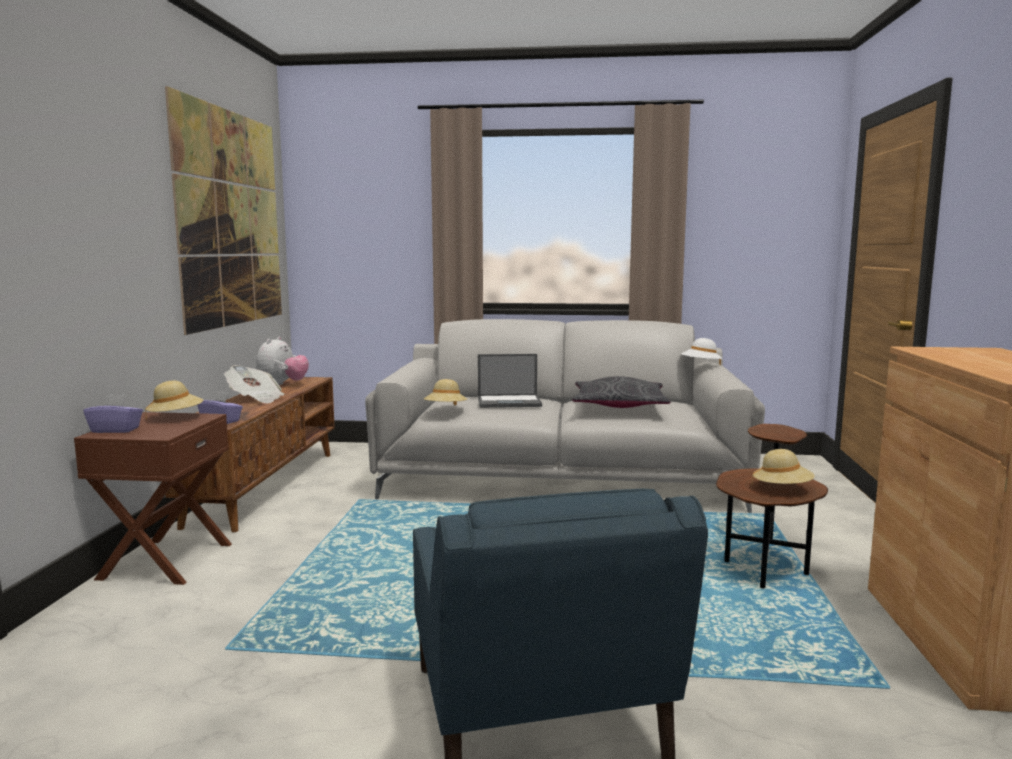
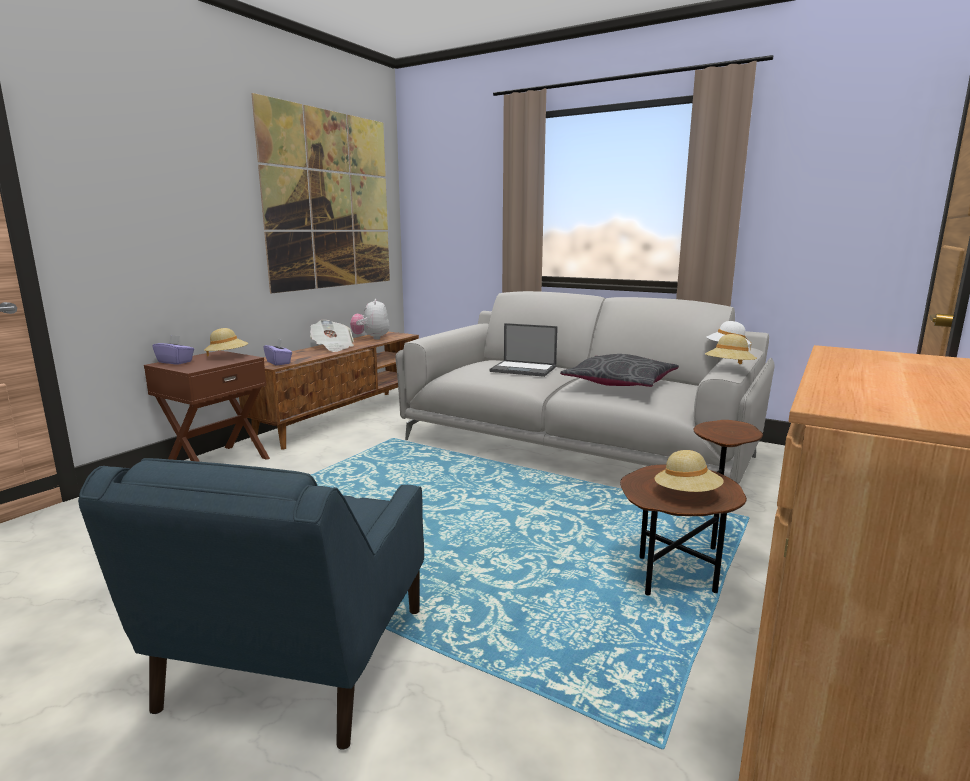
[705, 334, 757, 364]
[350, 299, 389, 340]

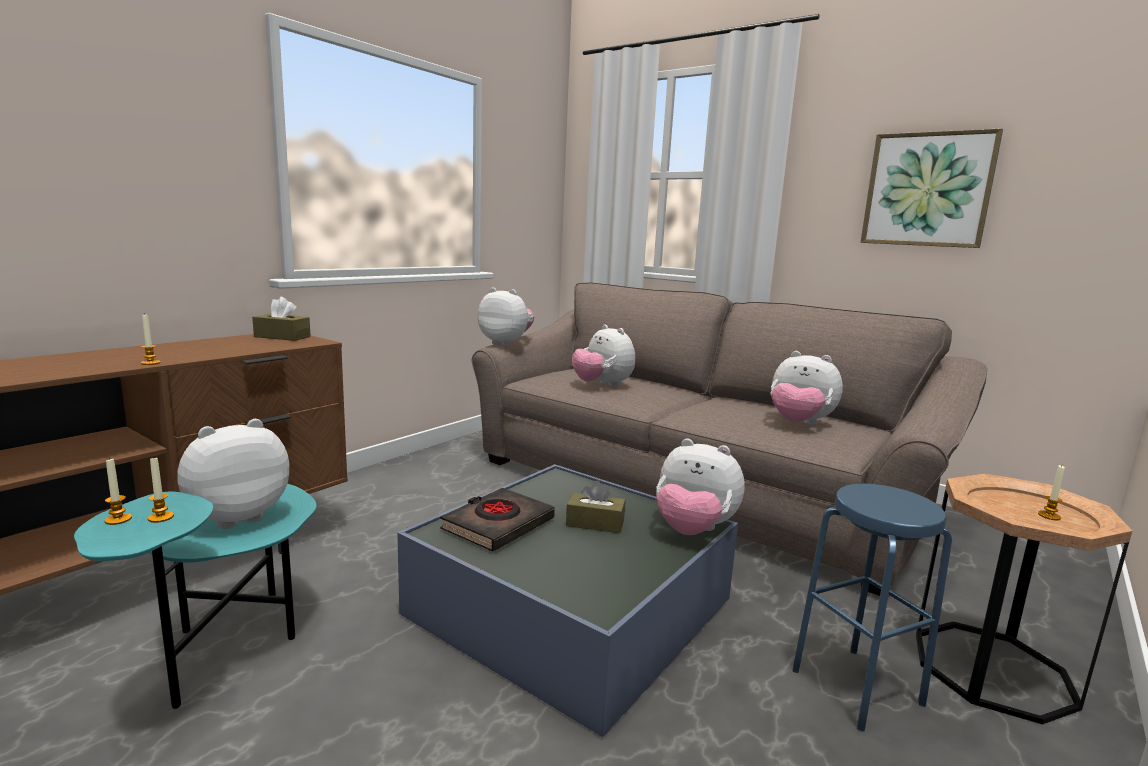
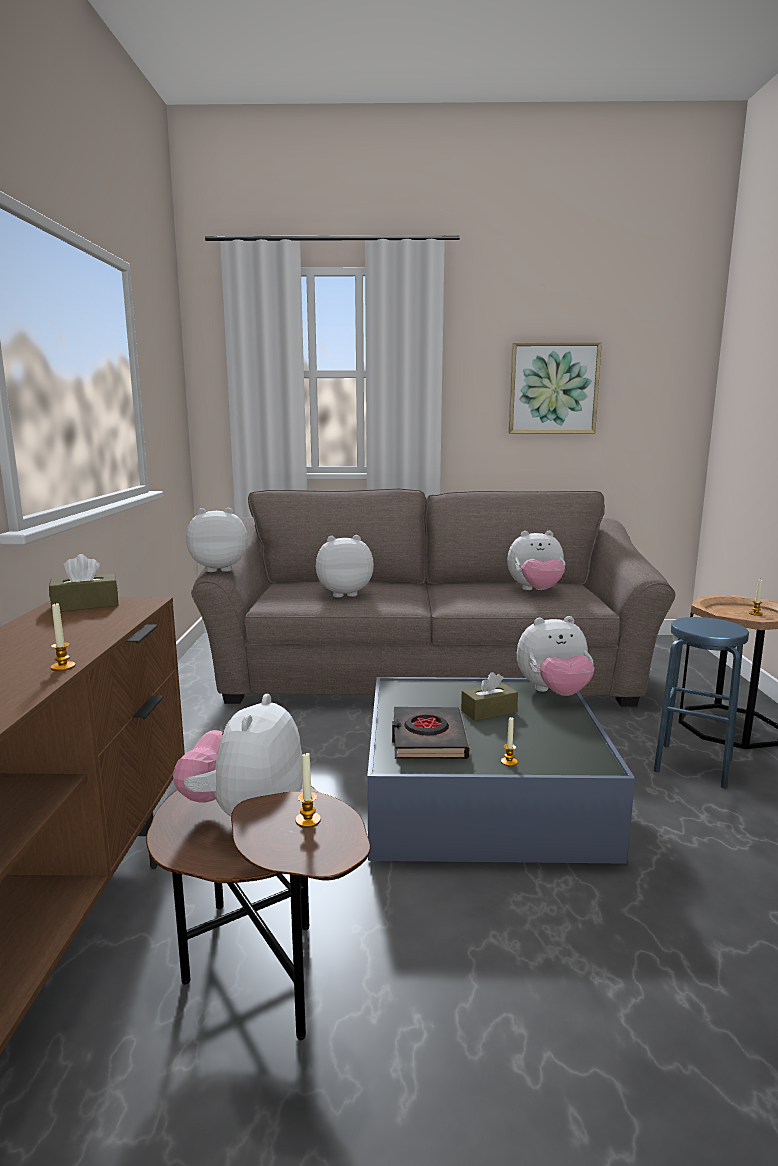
[501, 717, 518, 766]
[146, 783, 371, 1041]
[316, 535, 374, 597]

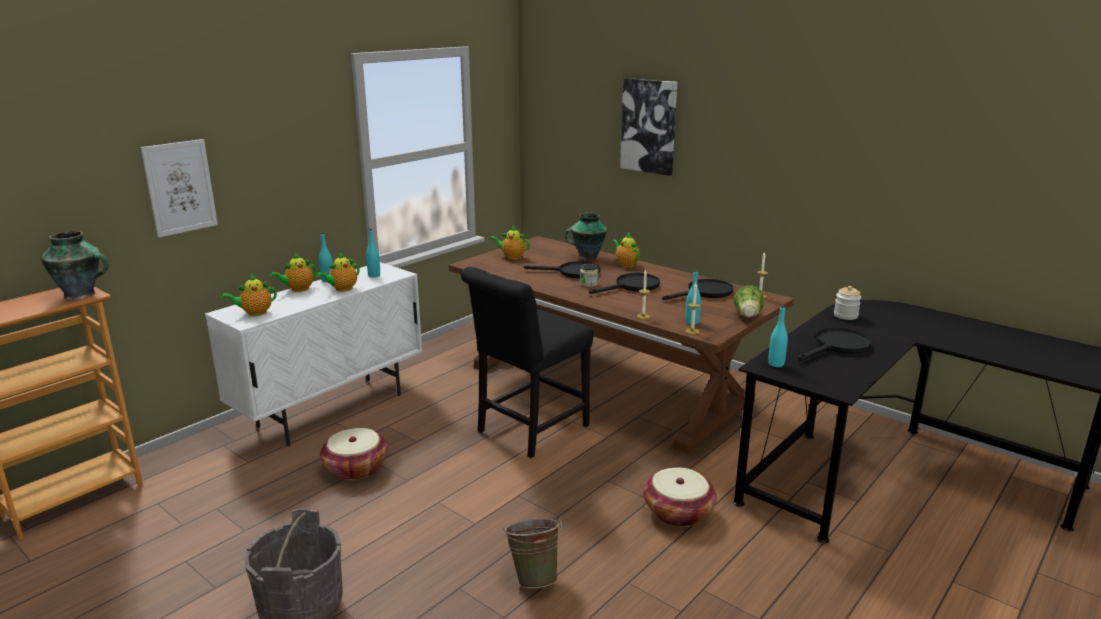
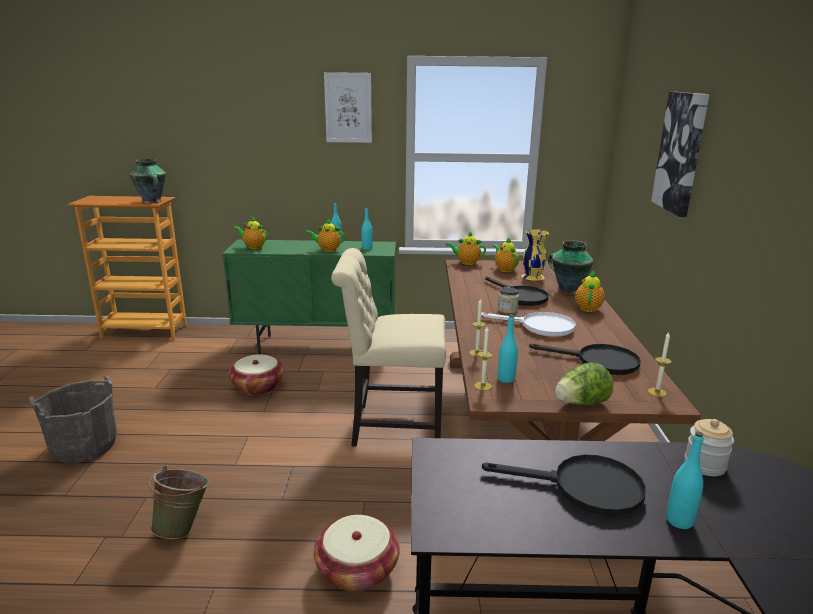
[522, 229, 549, 281]
[324, 72, 372, 143]
[446, 232, 486, 265]
[667, 432, 704, 529]
[222, 239, 396, 354]
[331, 248, 446, 447]
[481, 312, 576, 337]

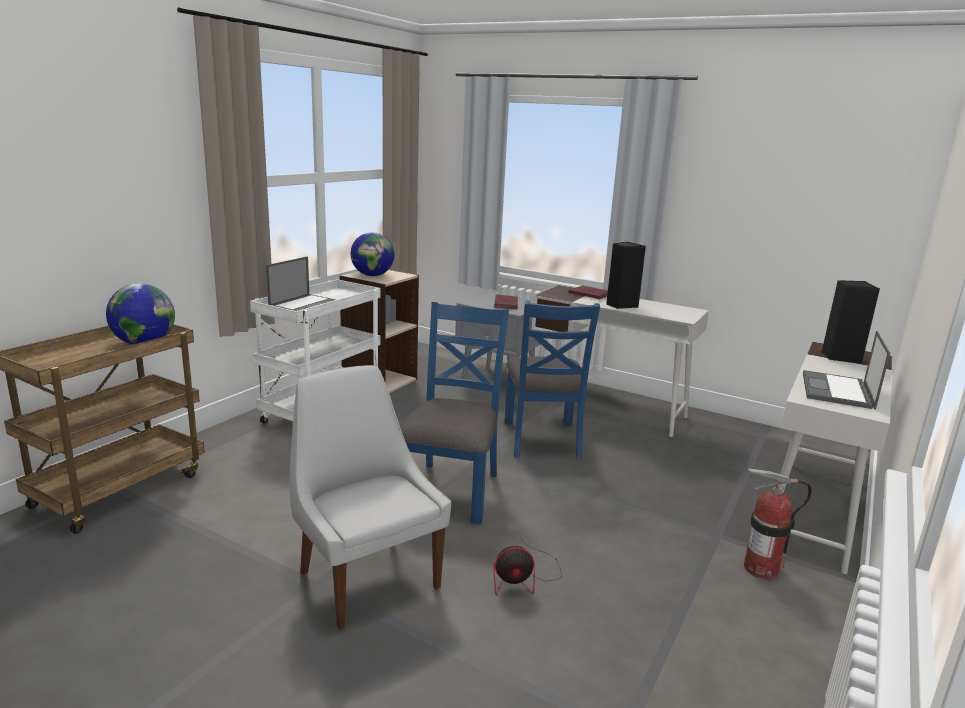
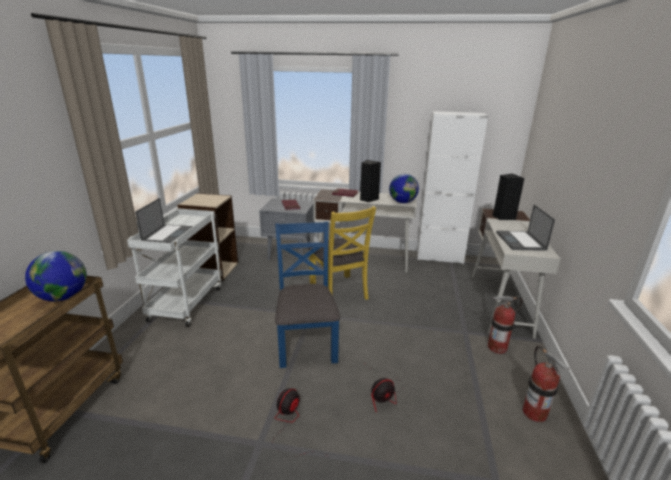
[417, 111, 488, 264]
[523, 345, 569, 422]
[389, 174, 419, 203]
[272, 388, 328, 457]
[308, 206, 376, 300]

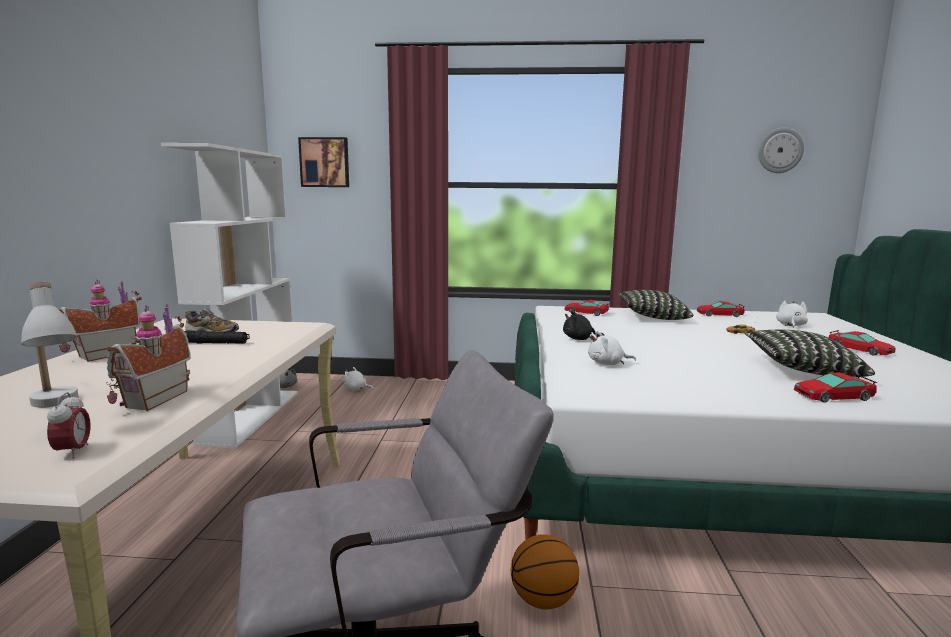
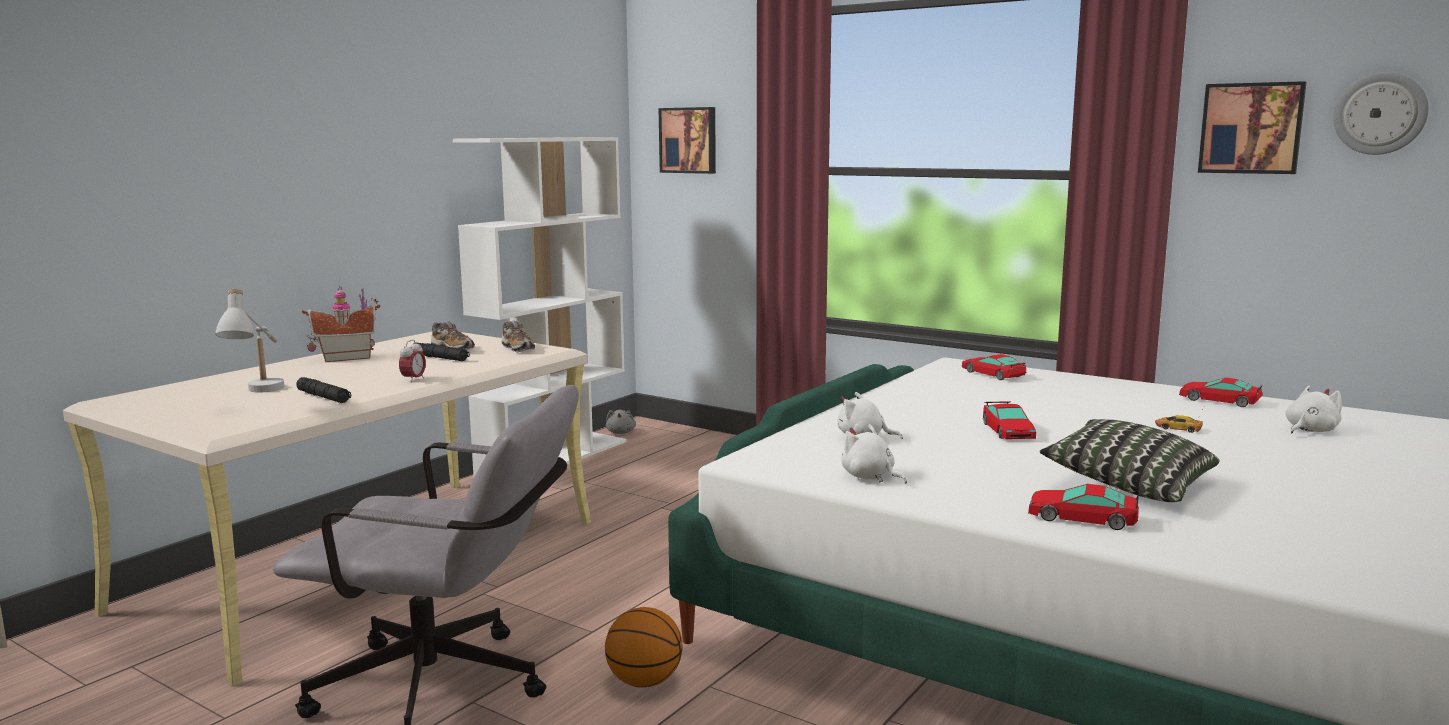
[563, 311, 604, 340] (first image)
[618, 290, 693, 320] (first image)
[502, 321, 535, 353]
[1198, 81, 1307, 174]
[399, 340, 426, 383]
[841, 424, 907, 484]
[983, 401, 1036, 439]
[296, 377, 351, 403]

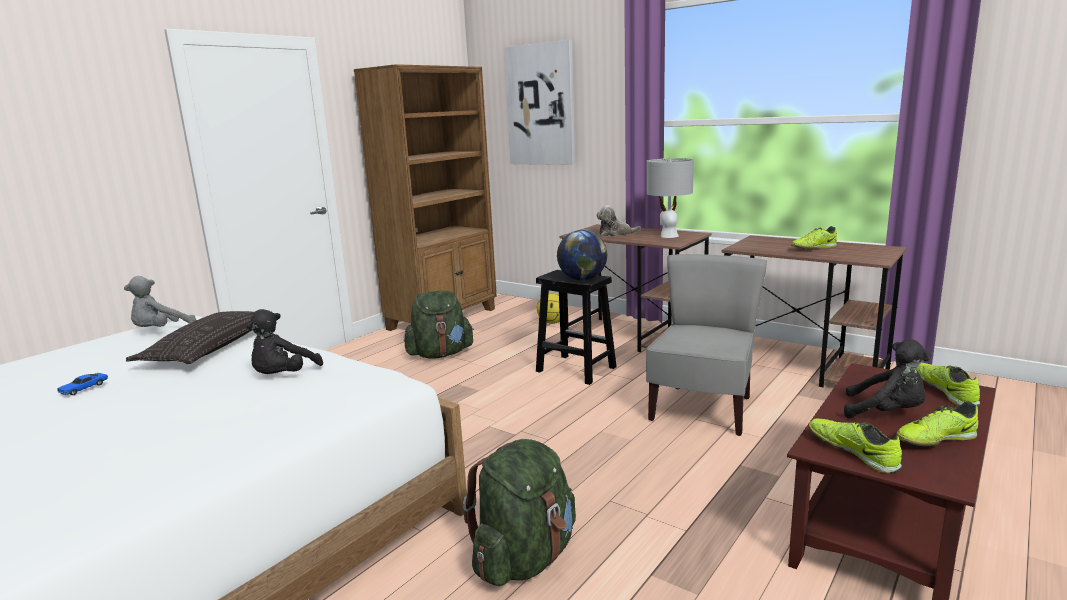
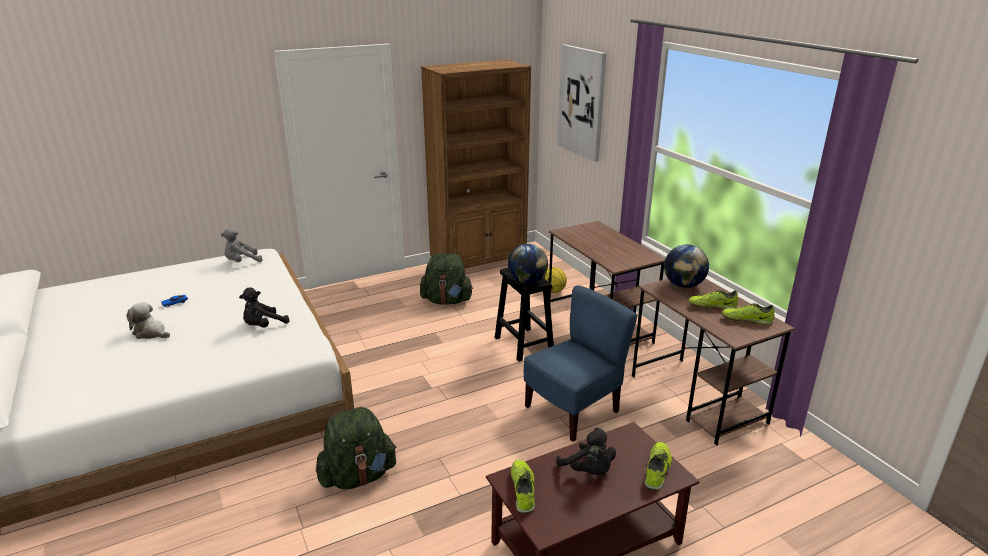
[126, 311, 254, 364] (first image)
[646, 158, 694, 238] (first image)
[664, 244, 709, 288]
[127, 302, 170, 339]
[721, 303, 775, 325]
[524, 285, 638, 442]

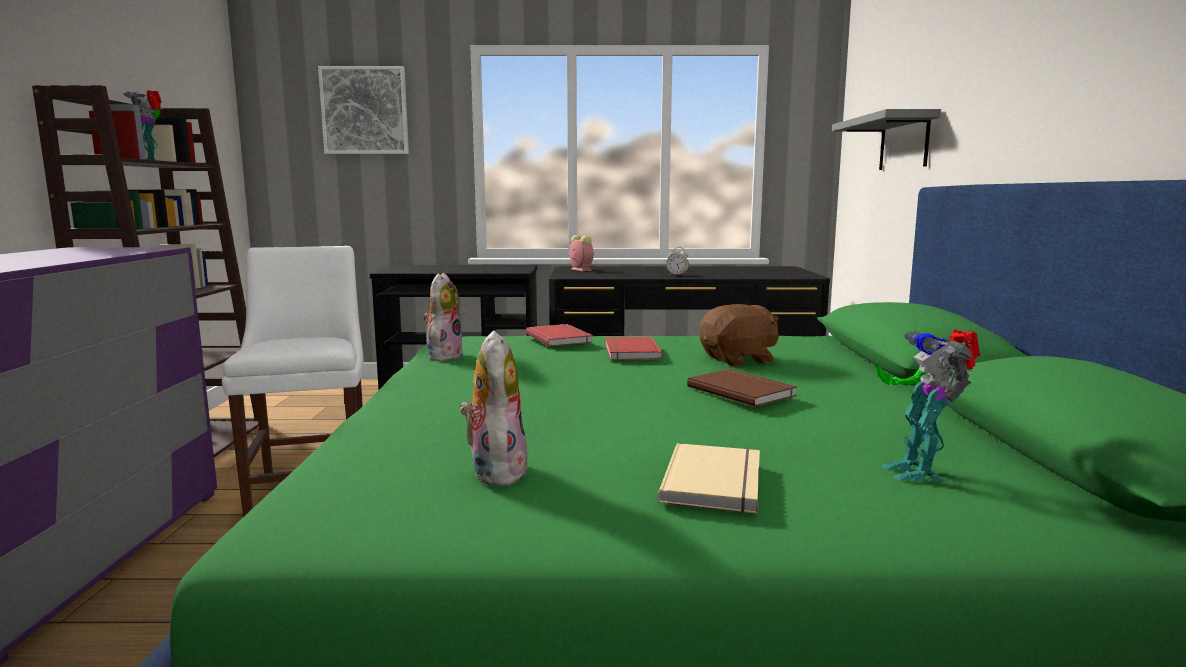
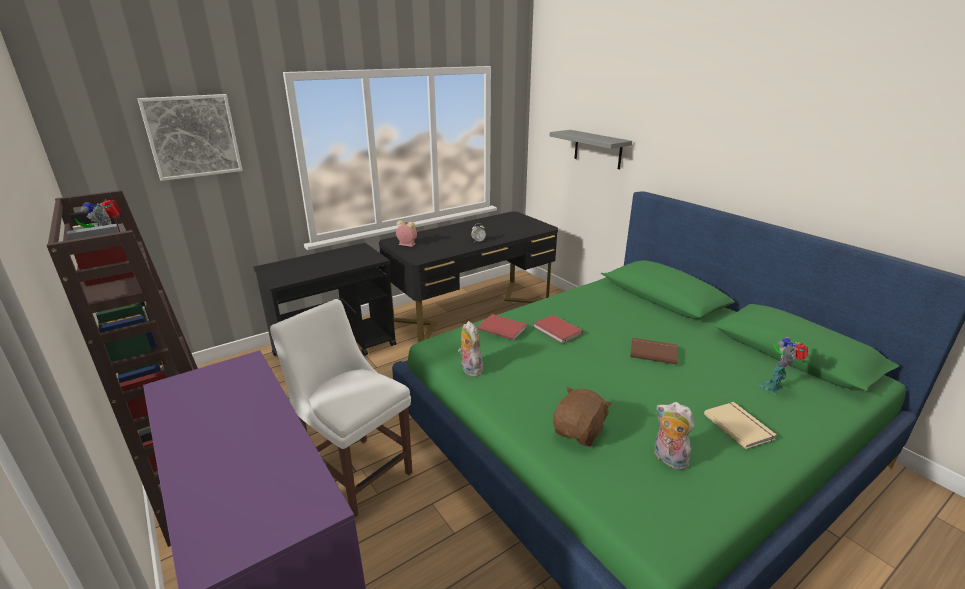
[553, 386, 612, 447]
[759, 337, 808, 395]

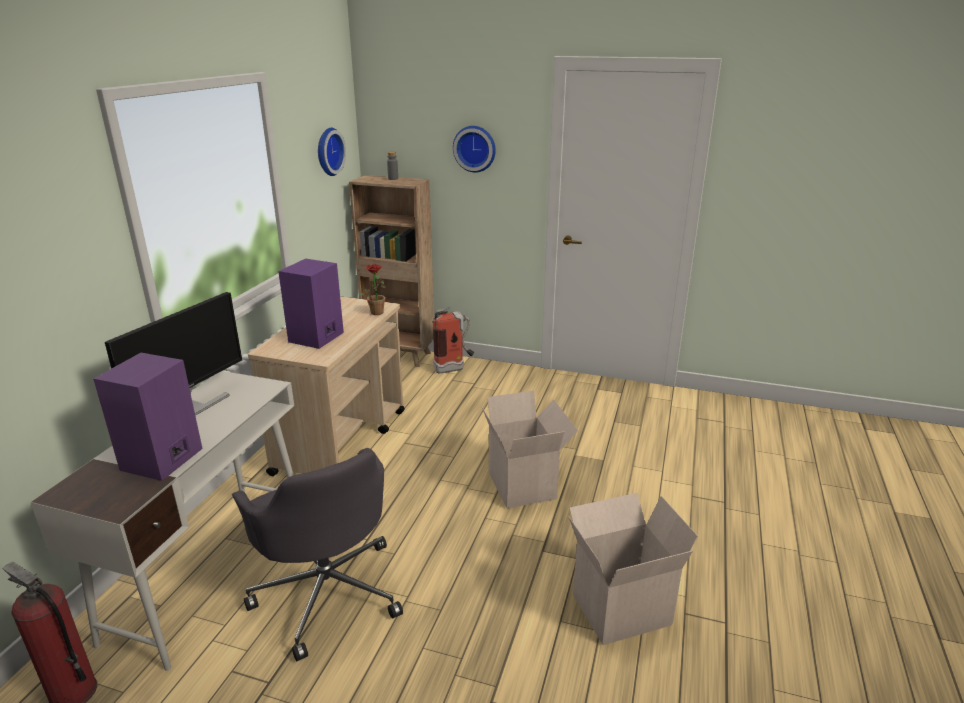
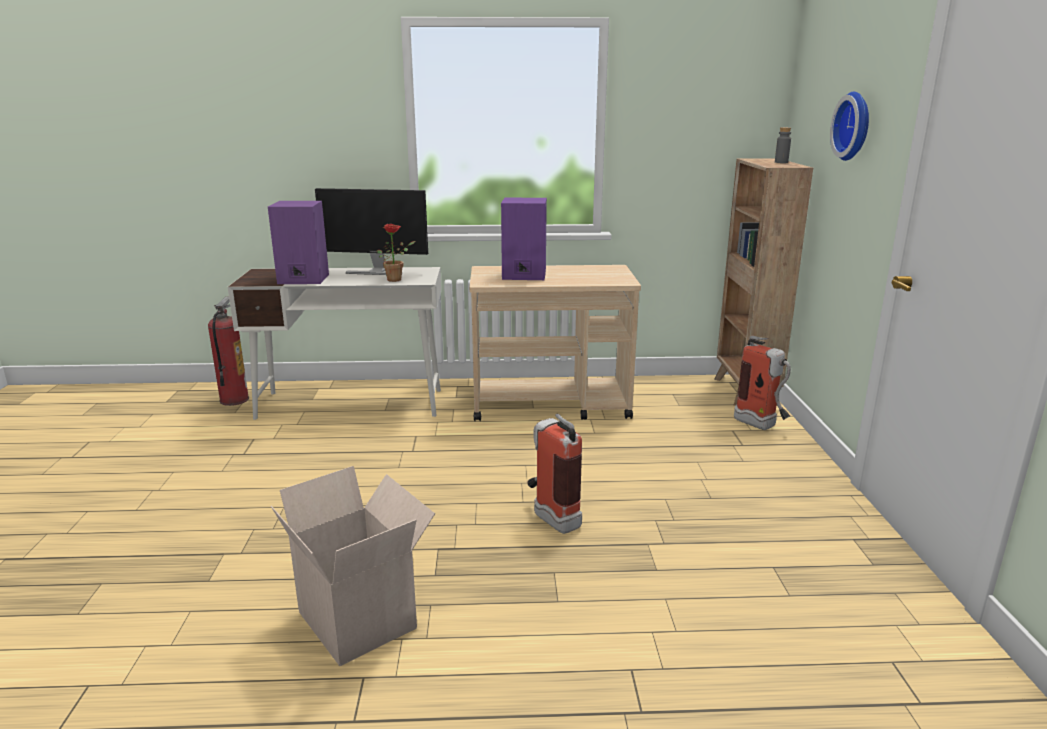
[232, 448, 403, 661] (first image)
[318, 128, 346, 176] (first image)
[377, 224, 415, 282]
[527, 414, 582, 534]

